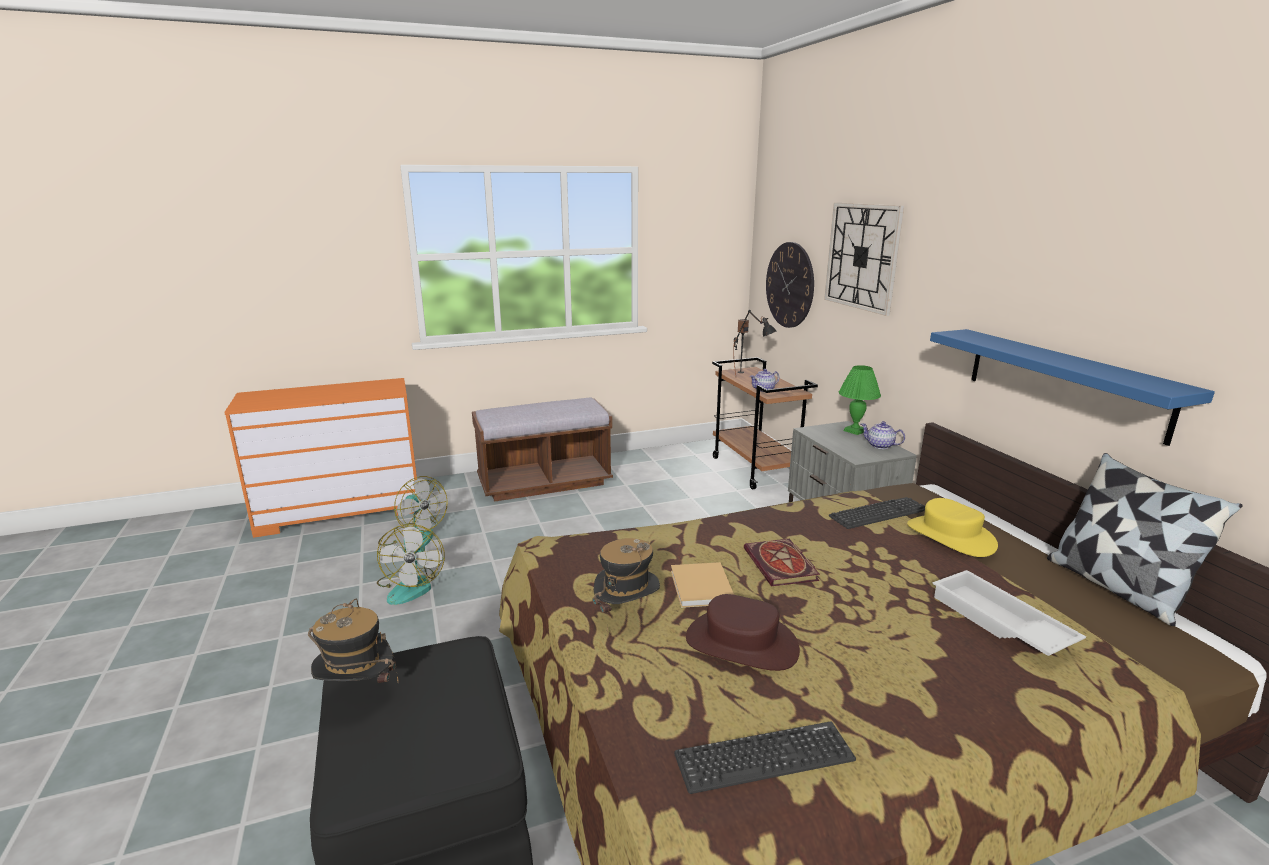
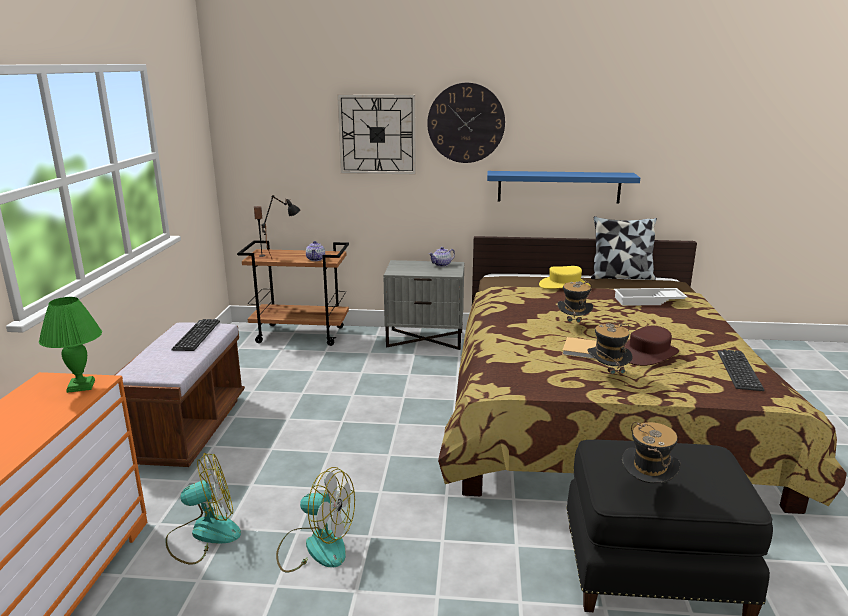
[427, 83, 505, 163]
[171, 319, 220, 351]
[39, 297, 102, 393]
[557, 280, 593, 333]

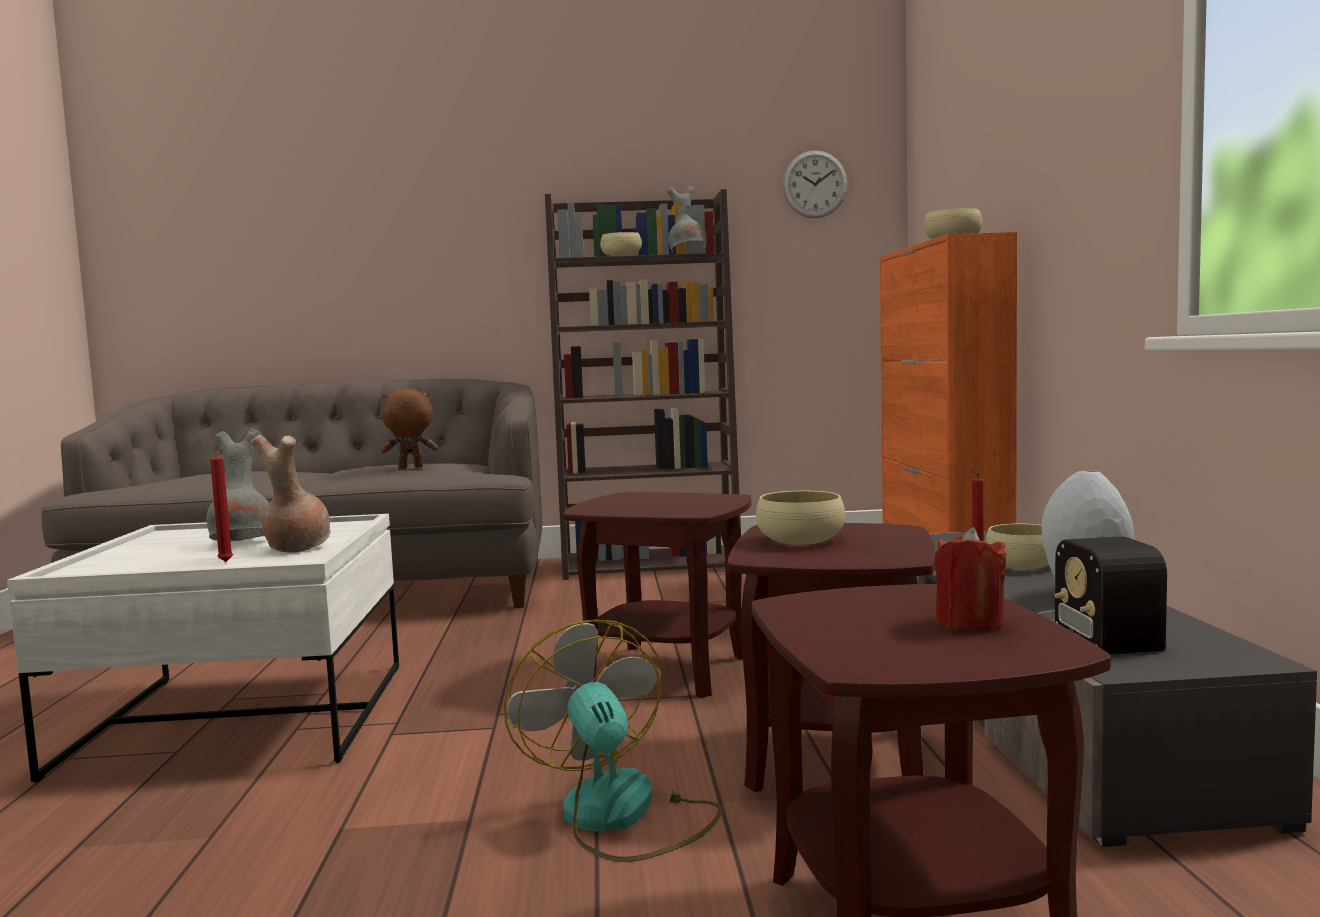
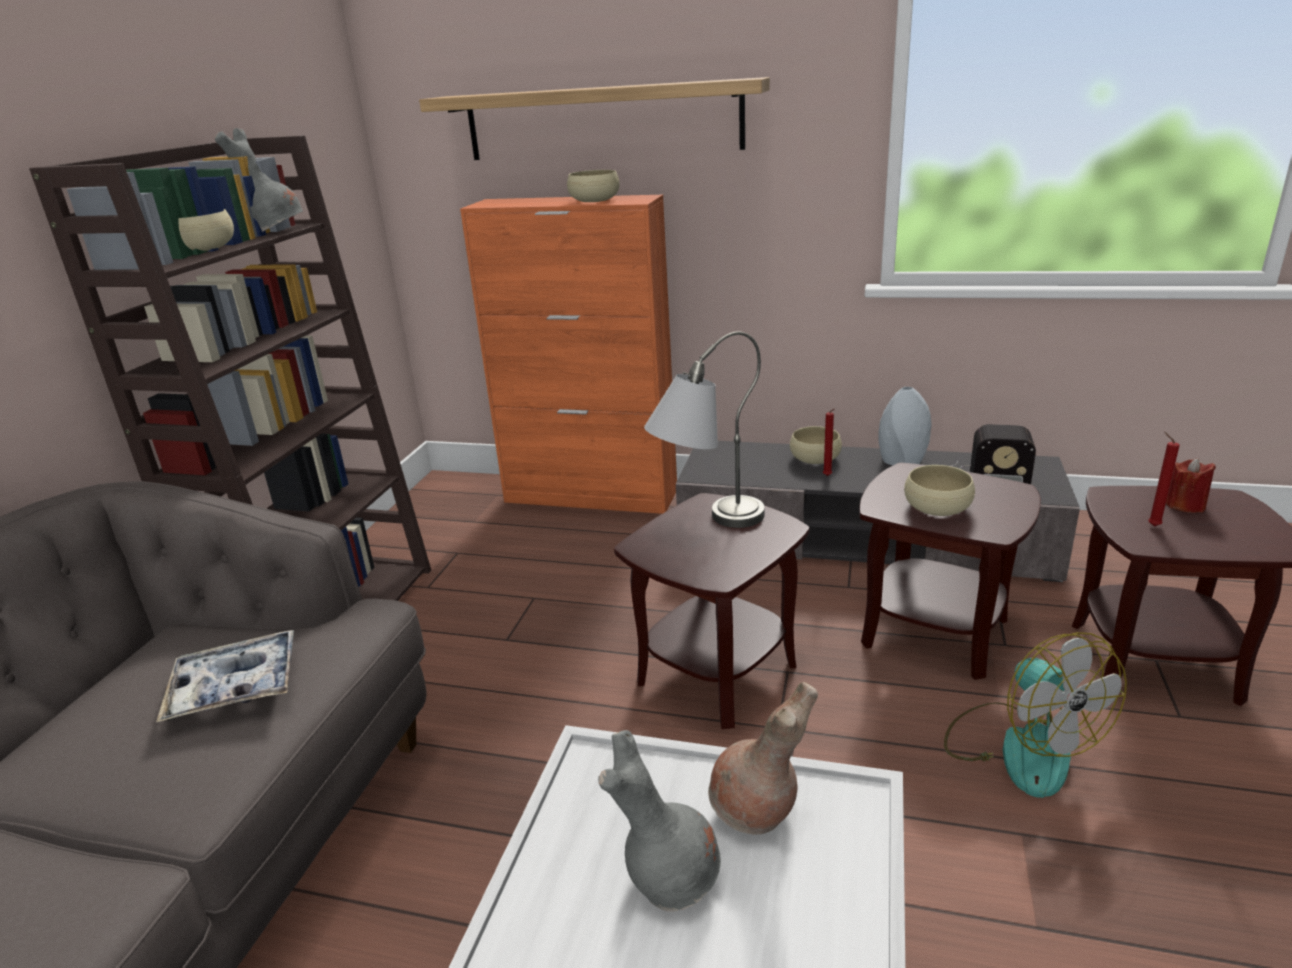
[782, 150, 848, 218] (first image)
[419, 77, 770, 160]
[644, 331, 765, 528]
[1148, 431, 1180, 526]
[156, 630, 294, 722]
[944, 632, 1127, 798]

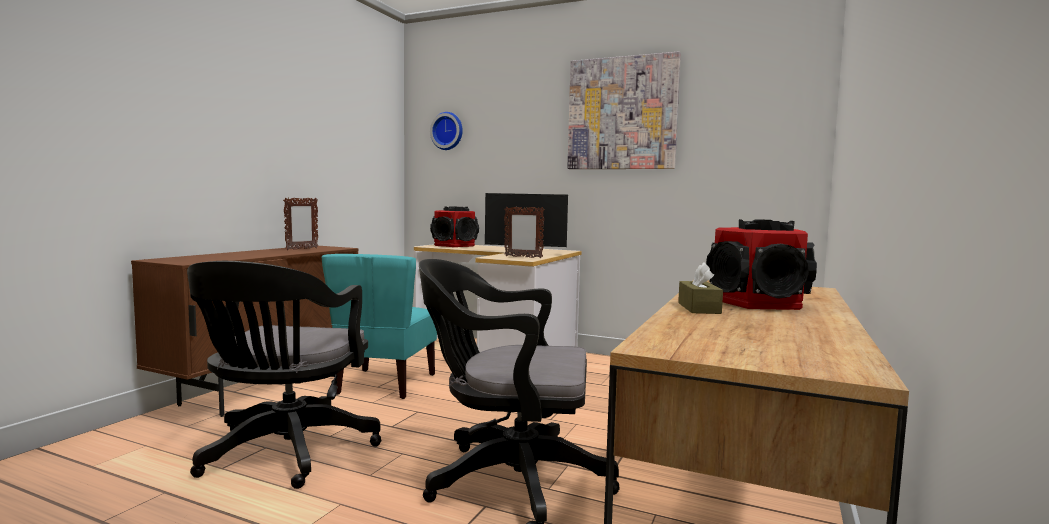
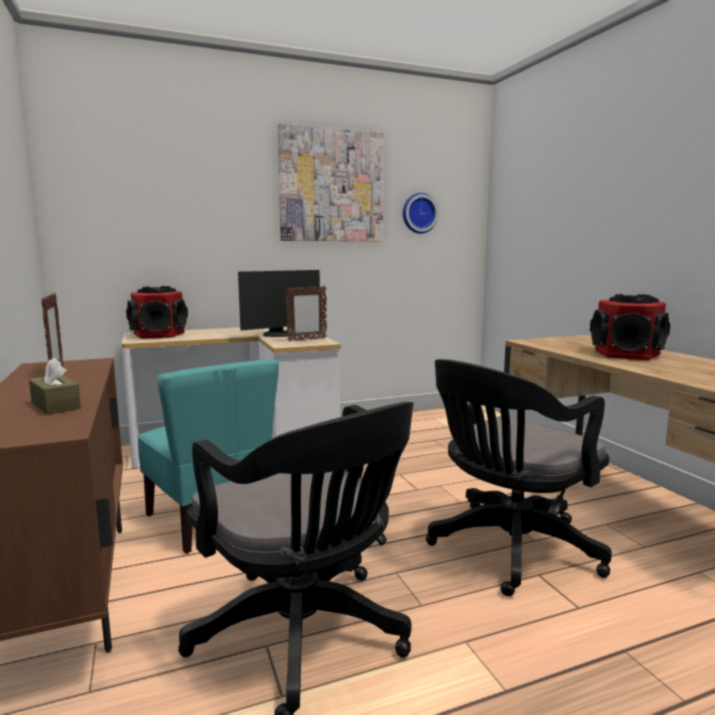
[403, 193, 438, 234]
[29, 357, 81, 415]

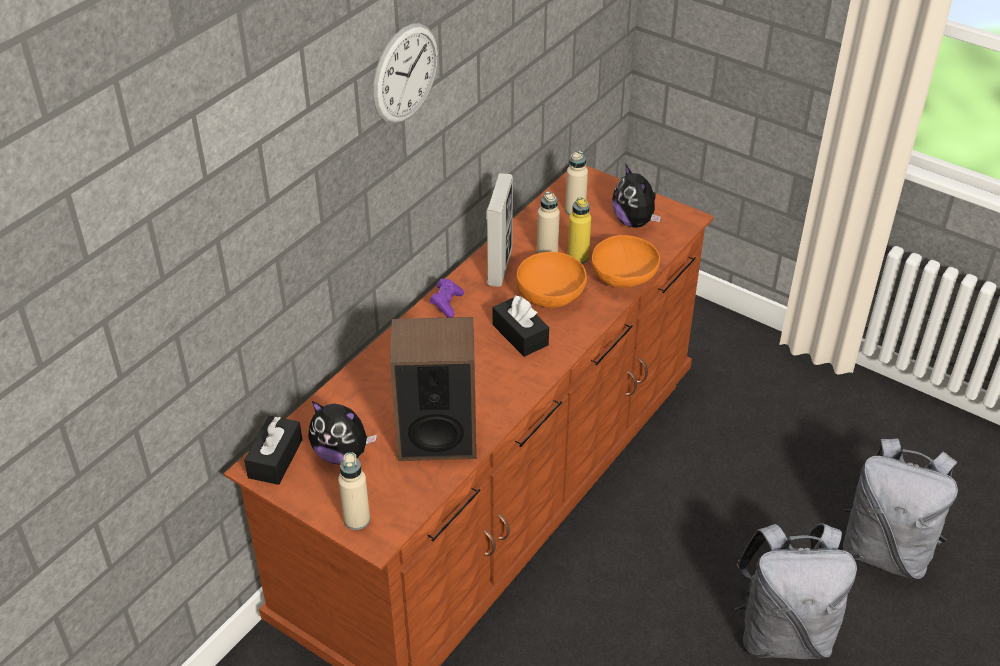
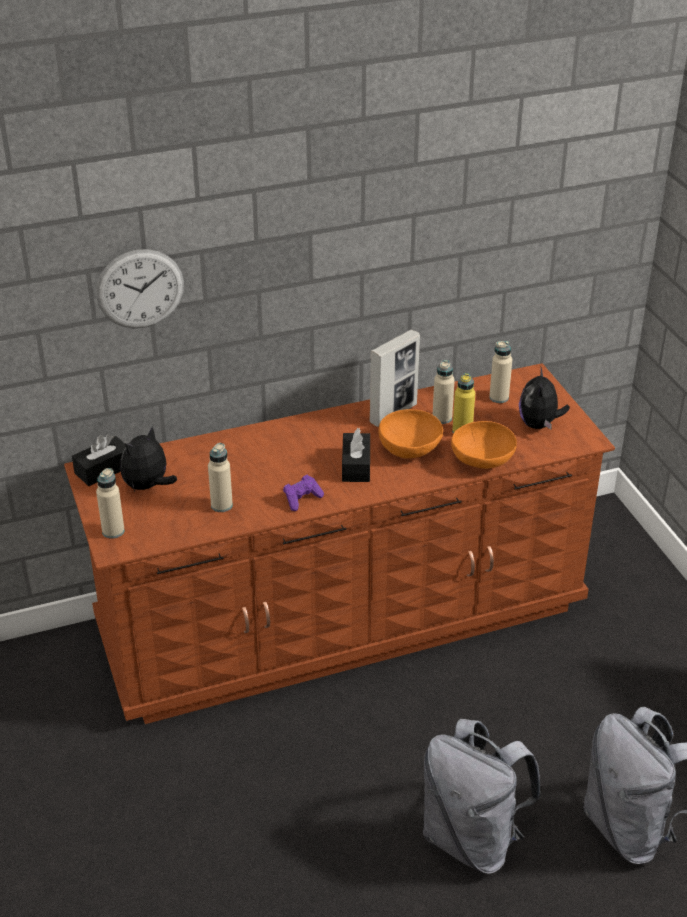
[96, 249, 184, 328]
[283, 475, 324, 511]
[208, 443, 233, 512]
[120, 426, 177, 492]

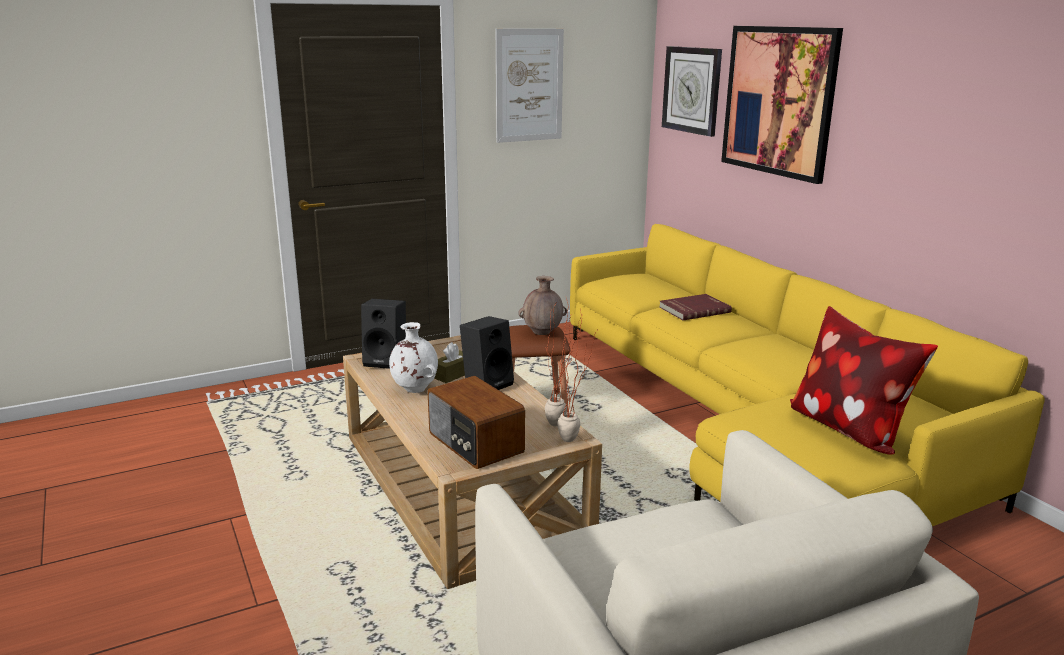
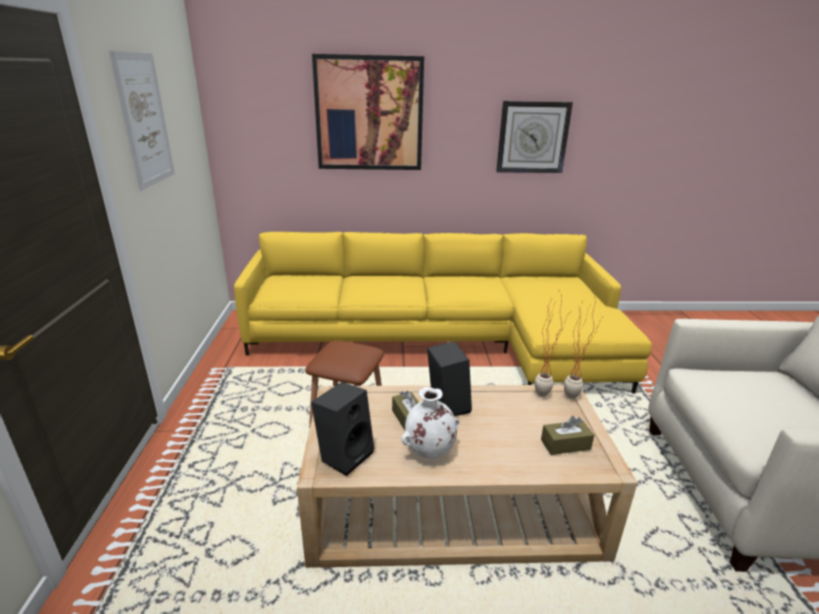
[518, 276, 567, 335] (first image)
[659, 294, 732, 320] (first image)
[790, 306, 938, 455] (first image)
[496, 101, 573, 173]
[541, 416, 594, 455]

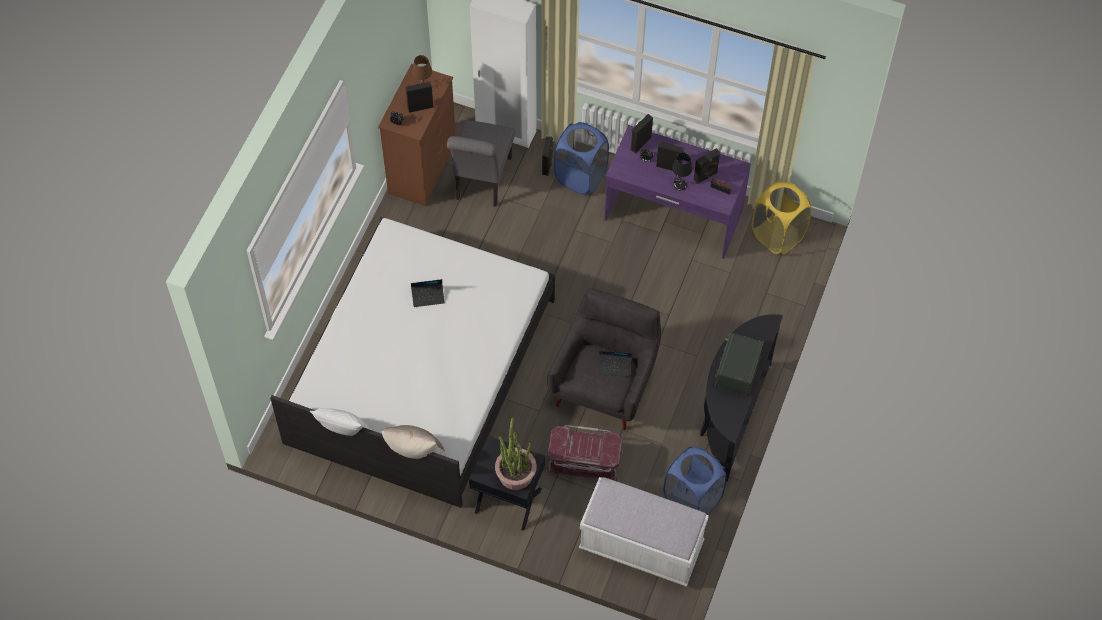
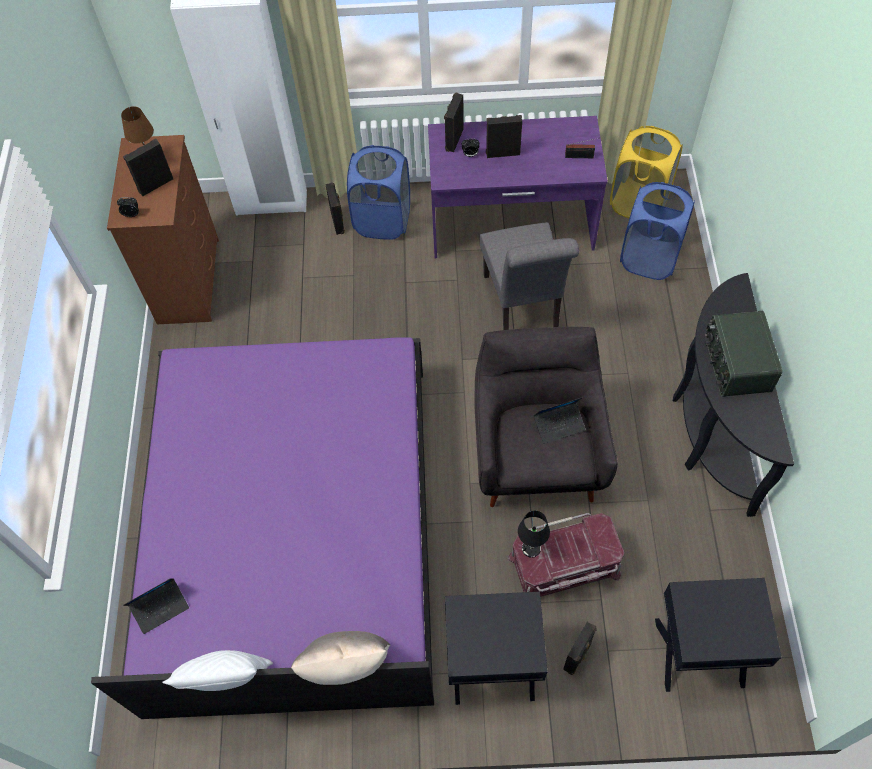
[495, 418, 537, 490] (first image)
[123, 578, 189, 634]
[480, 222, 579, 330]
[620, 182, 695, 280]
[518, 511, 550, 558]
[563, 622, 597, 675]
[655, 578, 782, 692]
[91, 337, 434, 719]

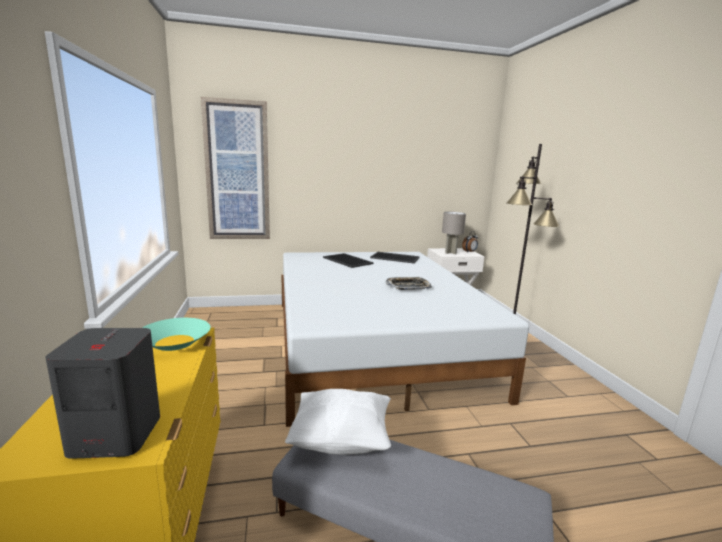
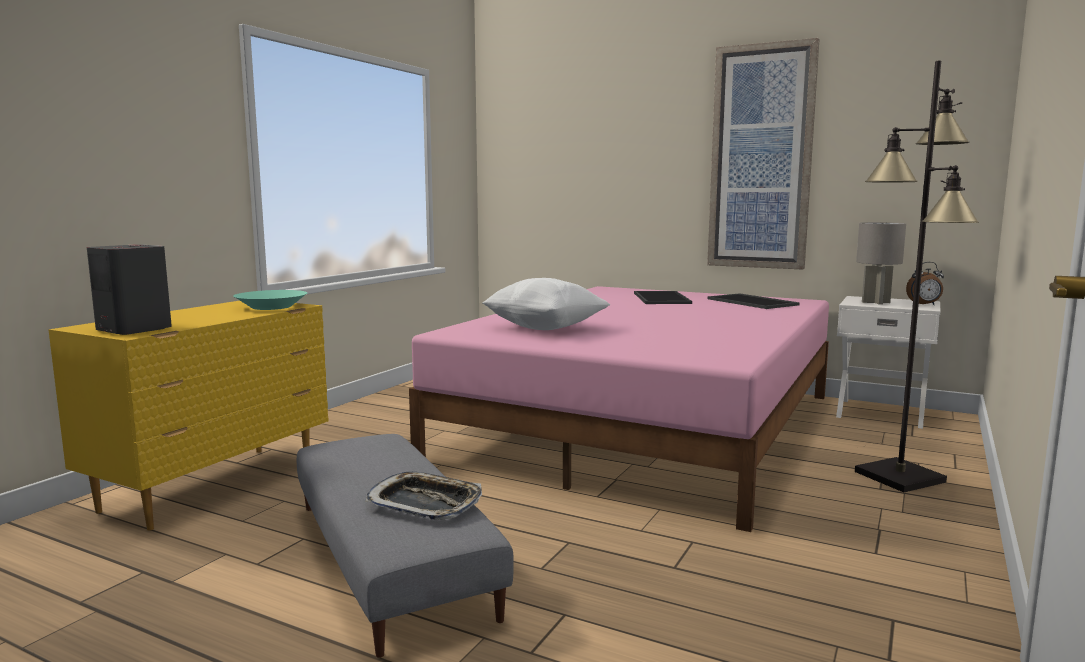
[707, 38, 819, 270]
[482, 278, 610, 330]
[365, 472, 482, 520]
[409, 286, 829, 532]

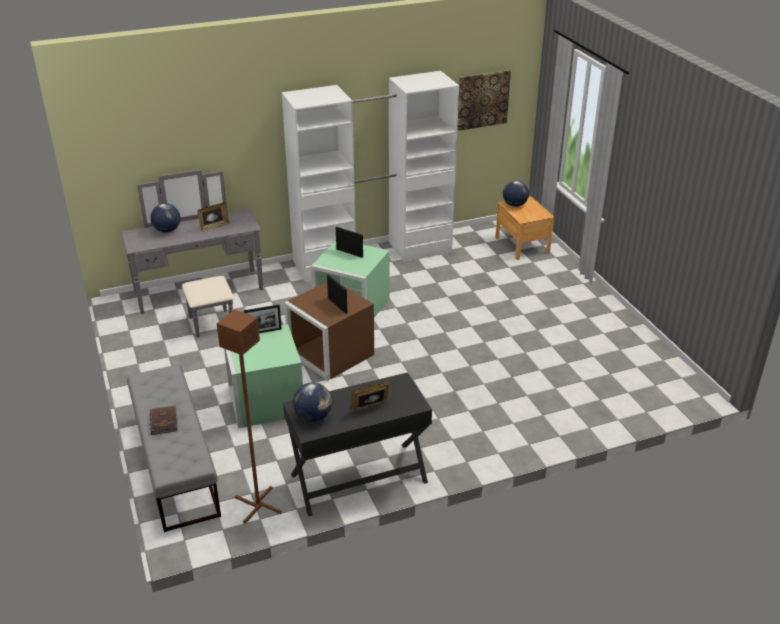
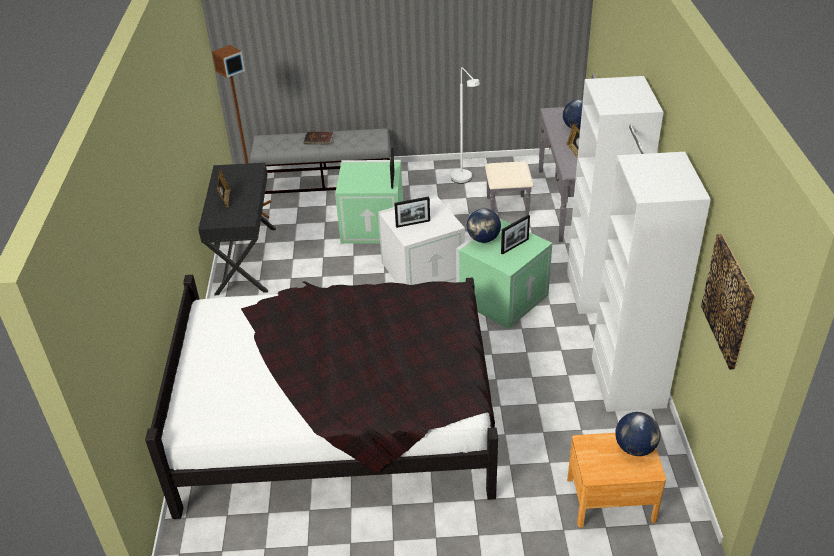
[145, 275, 498, 519]
[451, 67, 480, 184]
[467, 208, 501, 243]
[378, 195, 465, 285]

